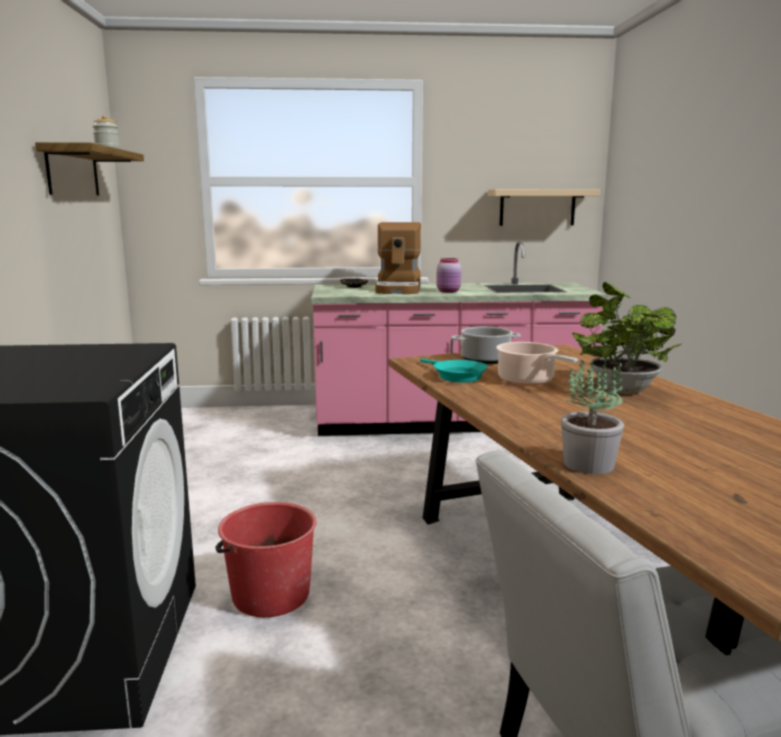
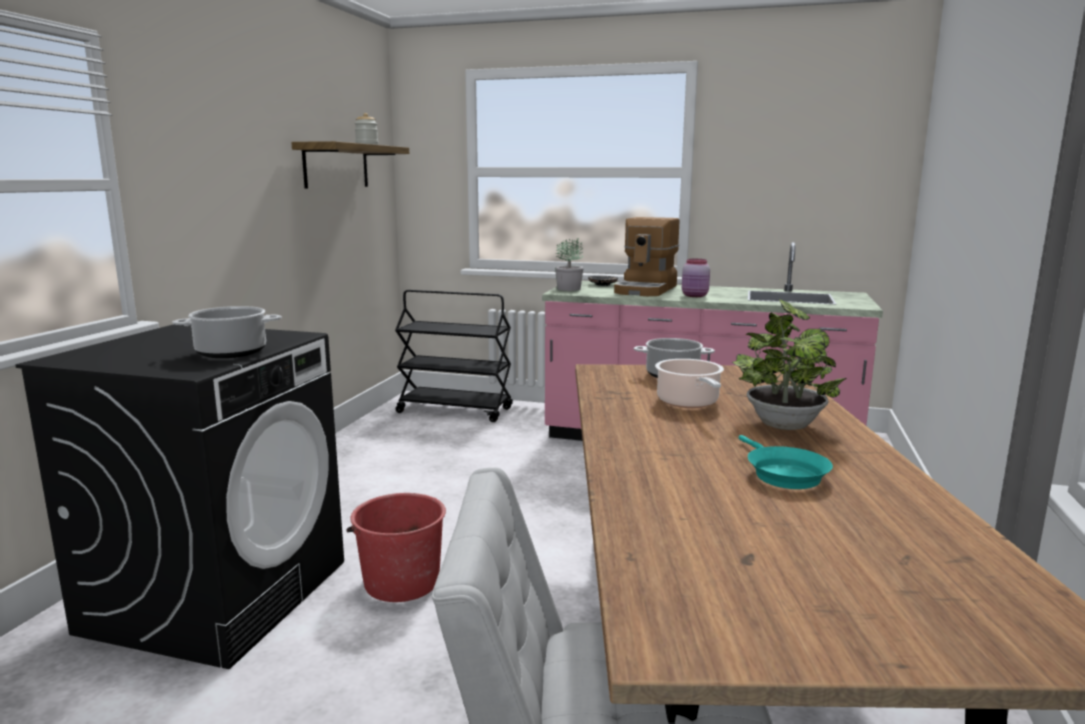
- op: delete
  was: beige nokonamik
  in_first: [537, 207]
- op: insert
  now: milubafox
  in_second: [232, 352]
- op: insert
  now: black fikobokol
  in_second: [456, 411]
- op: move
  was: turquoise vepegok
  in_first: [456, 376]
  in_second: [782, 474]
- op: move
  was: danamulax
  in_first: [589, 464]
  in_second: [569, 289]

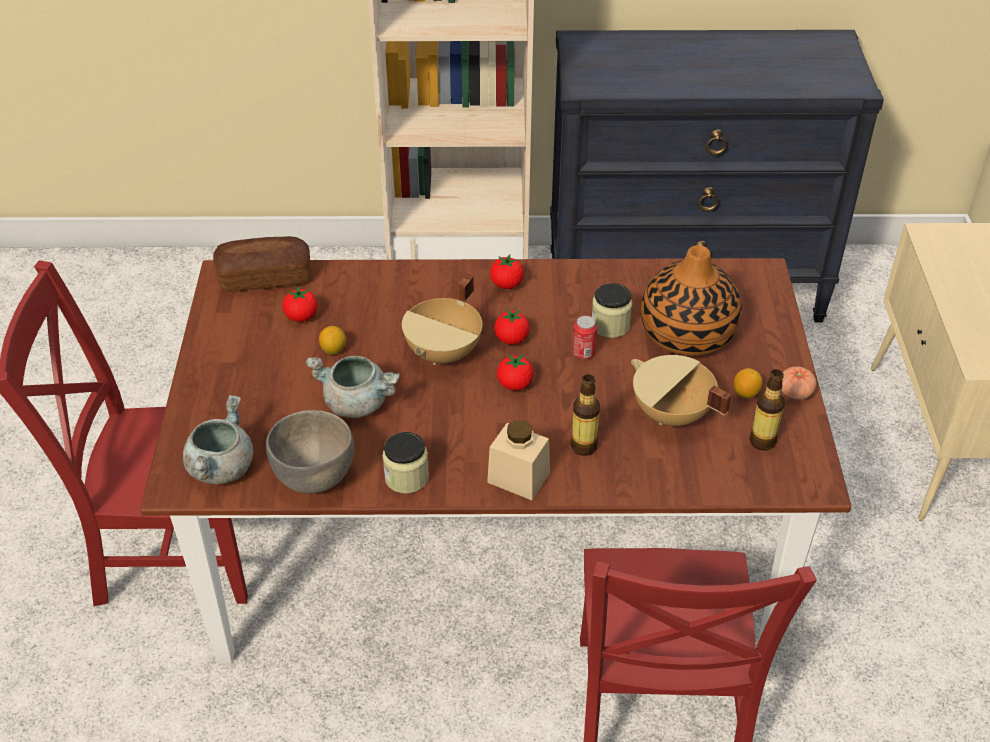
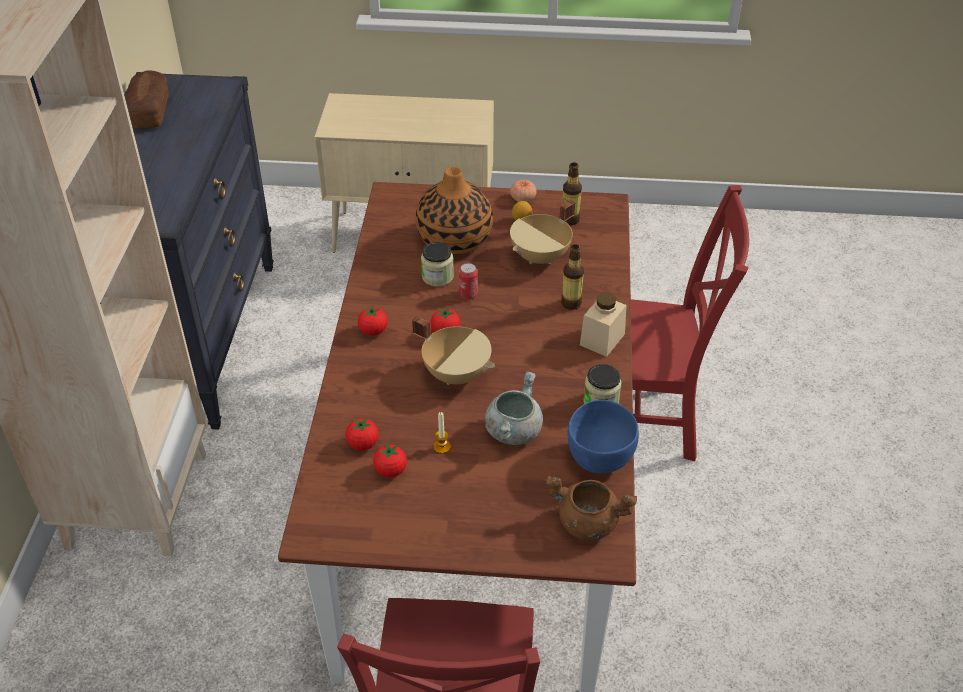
- op: move
  was: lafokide
  in_first: [265, 278]
  in_second: [150, 111]
- op: move
  was: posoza
  in_first: [515, 385]
  in_second: [363, 444]
- op: replace
  was: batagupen
  now: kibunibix
  in_first: [333, 350]
  in_second: [442, 447]
- op: recolor
  was: grey milubafox
  now: brown milubafox
  in_first: [221, 468]
  in_second: [587, 523]
- op: recolor
  was: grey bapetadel
  now: blue bapetadel
  in_first: [315, 478]
  in_second: [600, 458]

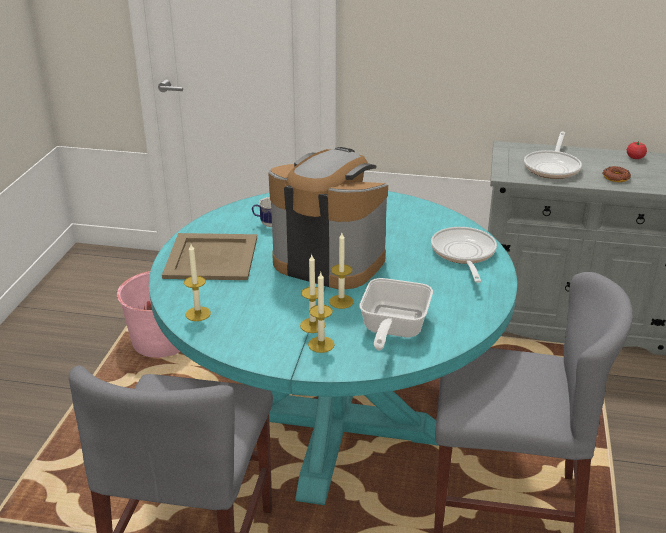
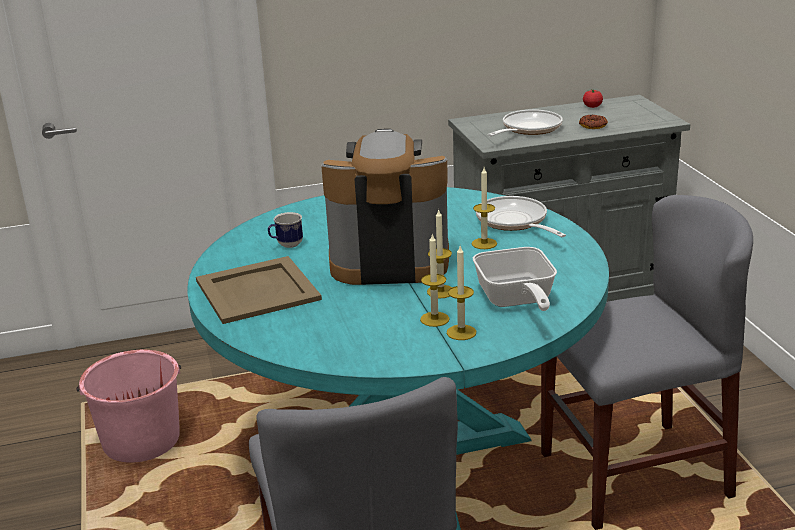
- op: move
  was: kibunibix
  in_first: [198, 314]
  in_second: [484, 243]
- op: rotate
  was: vepegok
  in_first: [552, 167]
  in_second: [528, 129]
  clockwise: -135

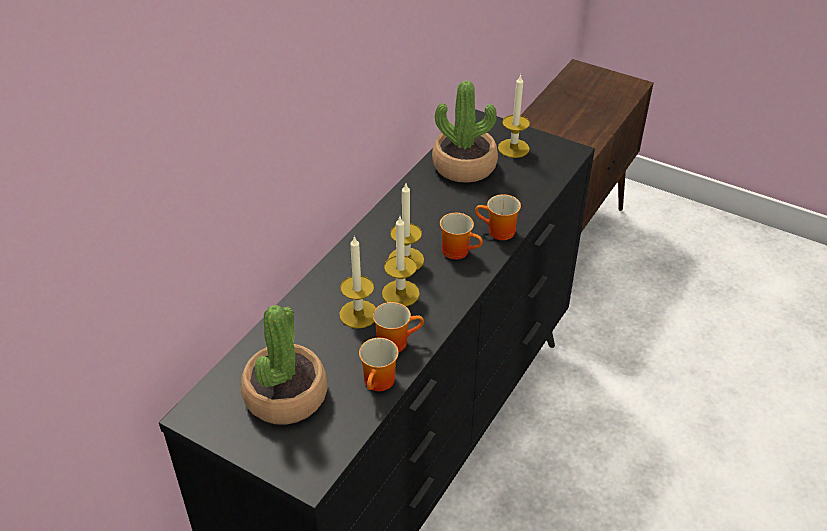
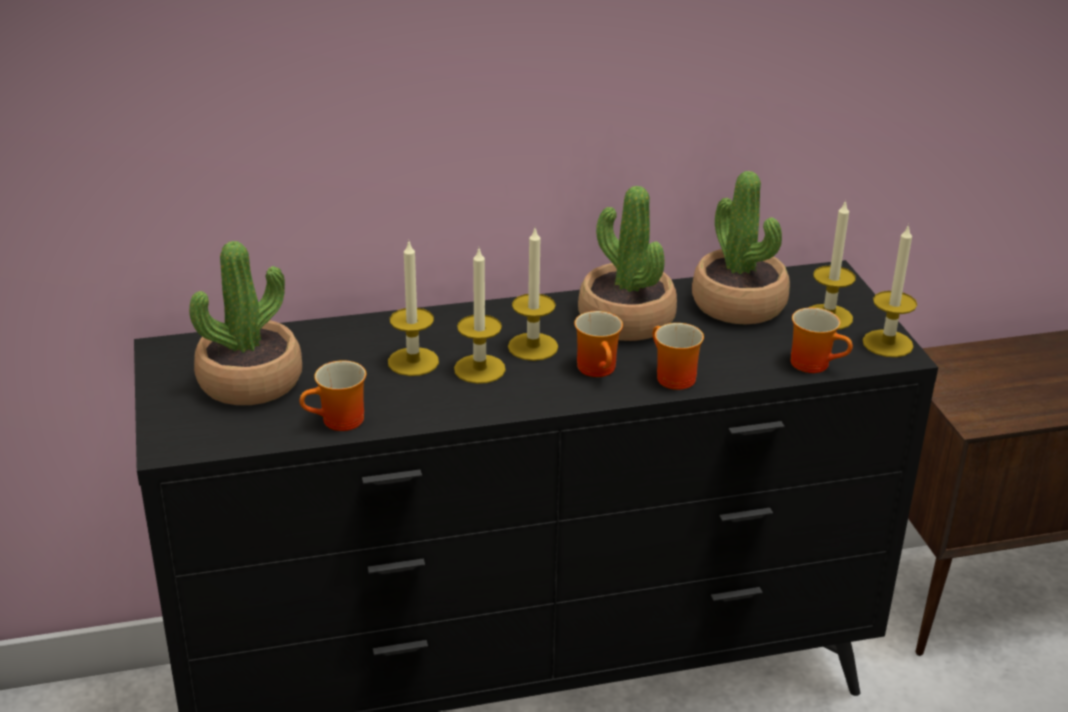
- op: insert
  now: danamulax
  in_second: [626, 320]
- op: insert
  now: kibunibix
  in_second: [887, 343]
- op: move
  was: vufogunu
  in_first: [395, 340]
  in_second: [815, 363]

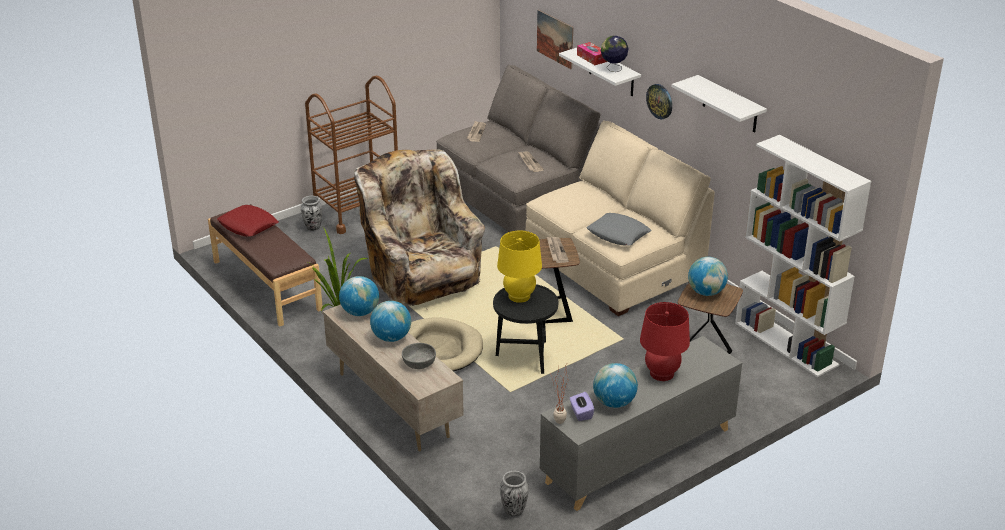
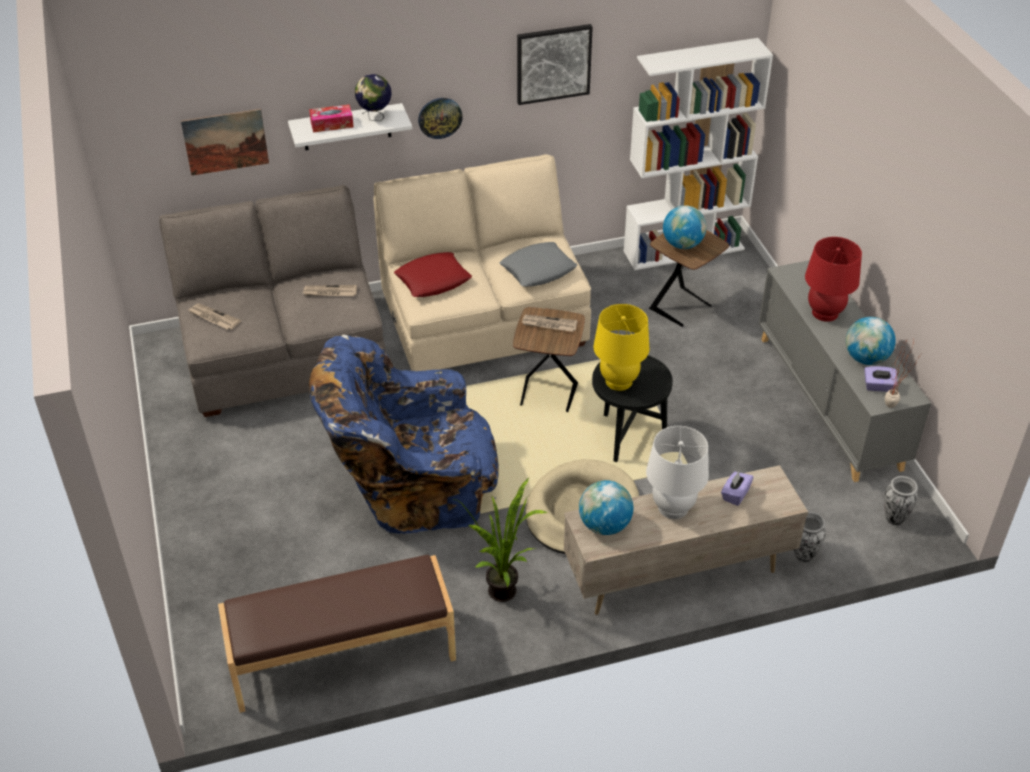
- op: delete
  was: brown fikobokol
  in_first: [357, 211]
- op: move
  was: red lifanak
  in_first: [248, 225]
  in_second: [433, 280]
- op: move
  was: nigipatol
  in_first: [313, 228]
  in_second: [804, 554]
- op: replace
  was: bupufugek
  now: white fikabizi
  in_first: [391, 337]
  in_second: [673, 508]
- op: replace
  was: grey bapetadel
  now: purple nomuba
  in_first: [419, 363]
  in_second: [735, 494]
- op: replace
  was: white nokonamik
  now: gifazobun
  in_first: [730, 105]
  in_second: [553, 63]
- op: recolor
  was: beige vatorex
  now: blue vatorex
  in_first: [422, 276]
  in_second: [411, 486]

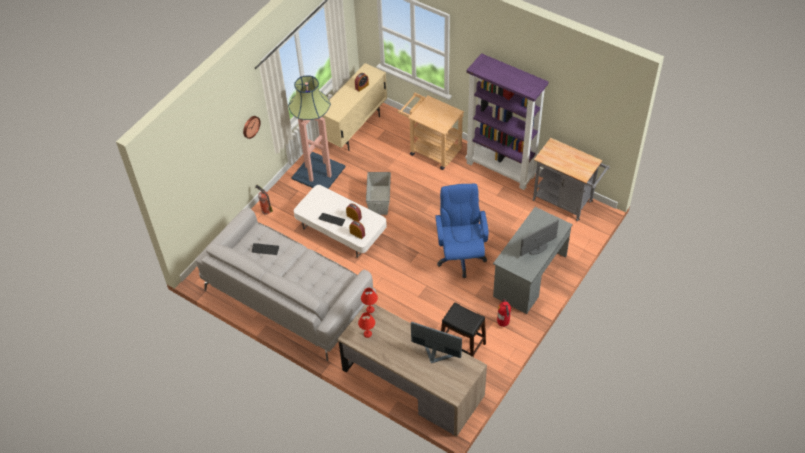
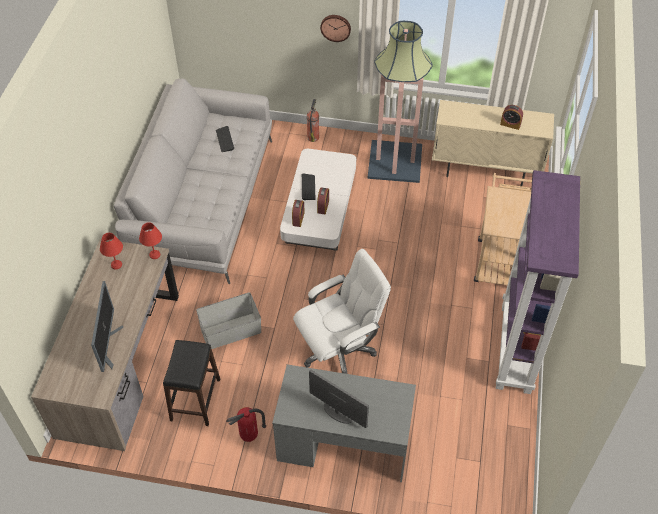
- op: delete
  was: grey fikobokol
  in_first: [566, 202]
- op: move
  was: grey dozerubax
  in_first: [379, 200]
  in_second: [230, 331]
- op: recolor
  was: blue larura
  now: white larura
  in_first: [460, 256]
  in_second: [339, 350]

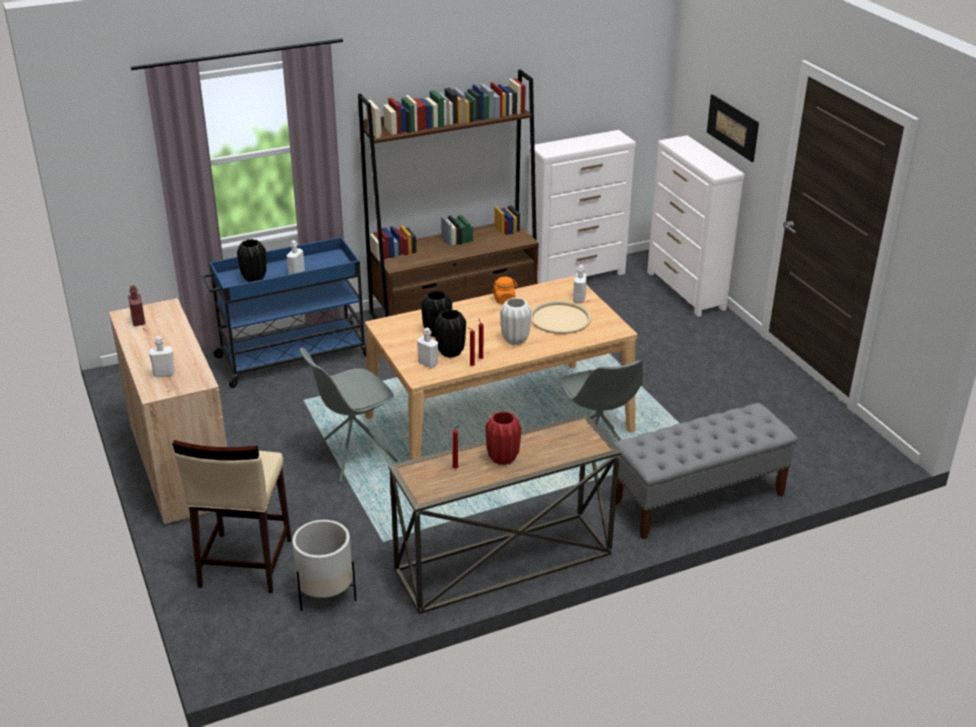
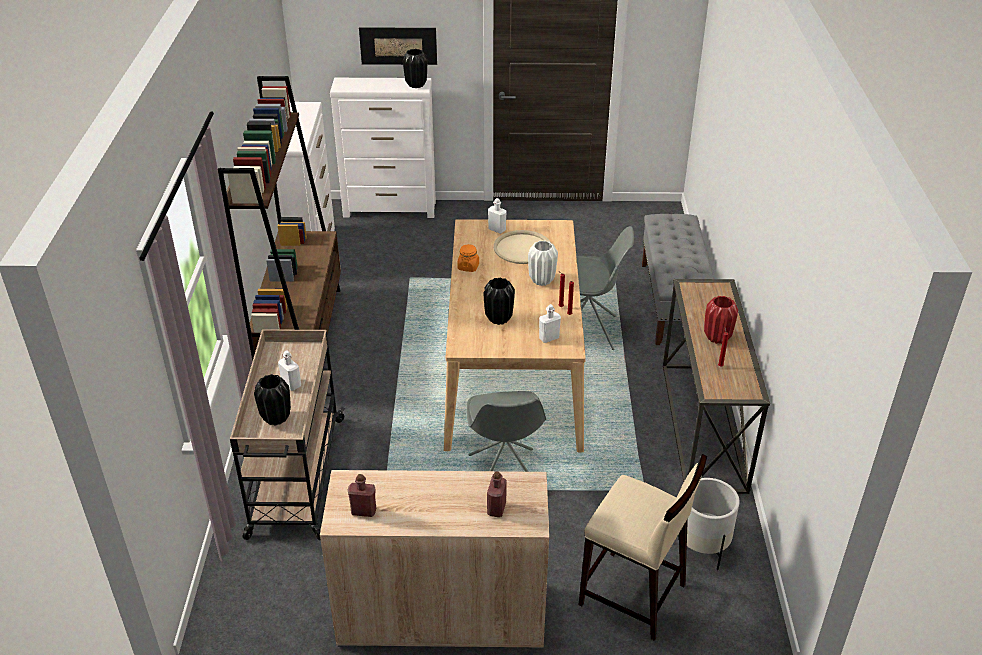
- op: move
  was: black nigipatol
  in_first: [451, 352]
  in_second: [416, 85]
- op: recolor
  was: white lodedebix
  now: red lodedebix
  in_first: [164, 373]
  in_second: [496, 509]
- op: recolor
  was: blue fikobokol
  now: beige fikobokol
  in_first: [291, 357]
  in_second: [296, 477]

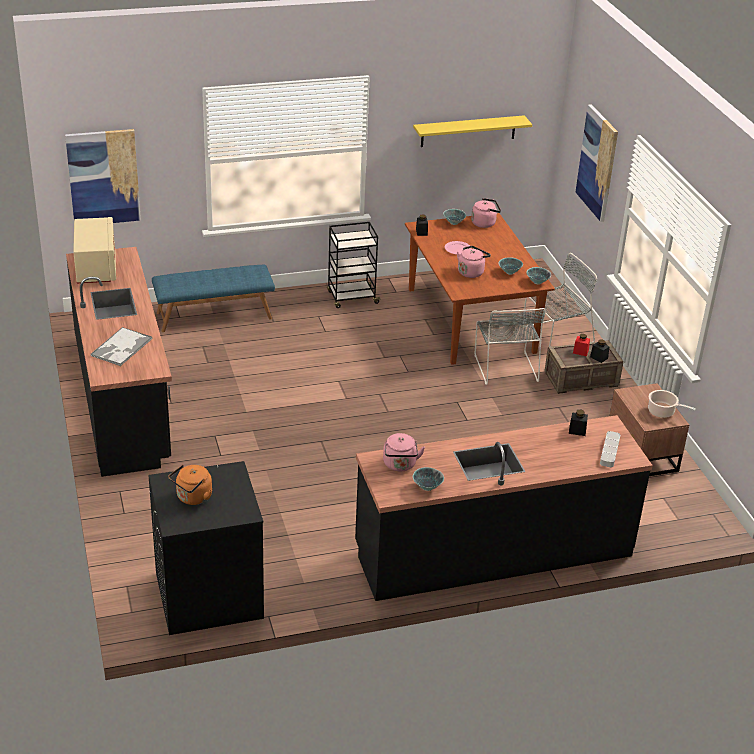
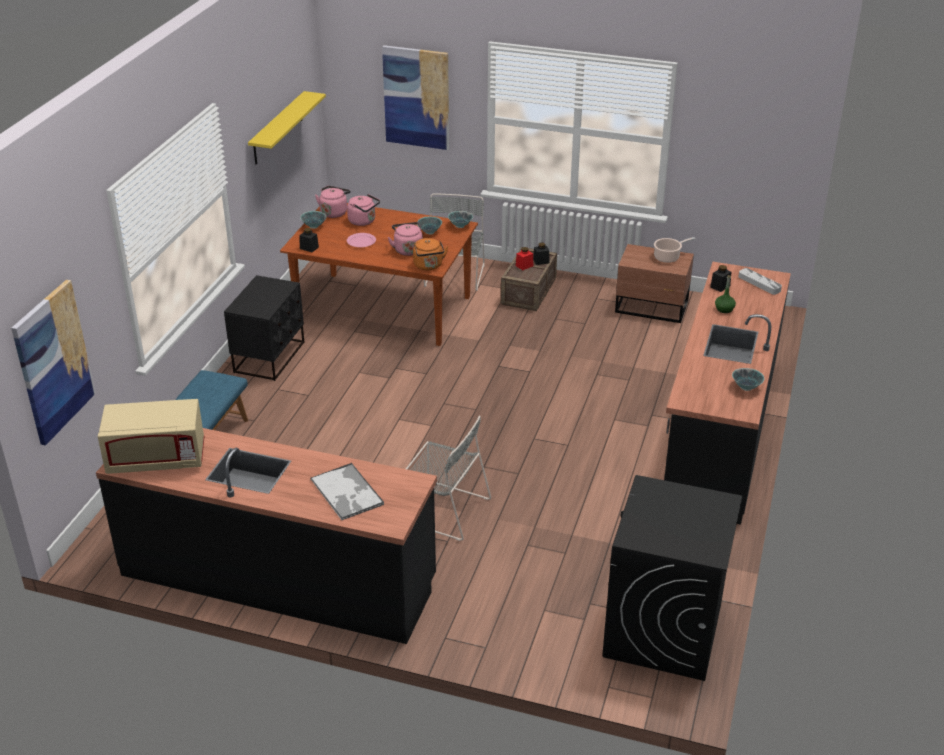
- op: insert
  now: green lodedebix
  in_second: [724, 309]
- op: move
  was: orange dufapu
  in_first: [193, 498]
  in_second: [429, 266]
- op: move
  was: pink dufapu
  in_first: [400, 465]
  in_second: [363, 221]
- op: move
  was: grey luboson
  in_first: [505, 367]
  in_second: [442, 509]
- op: replace
  was: black fikobokol
  now: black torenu
  in_first: [352, 298]
  in_second: [270, 357]
- op: rotate
  was: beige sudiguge
  in_first: [96, 268]
  in_second: [157, 459]
  clockwise: 150

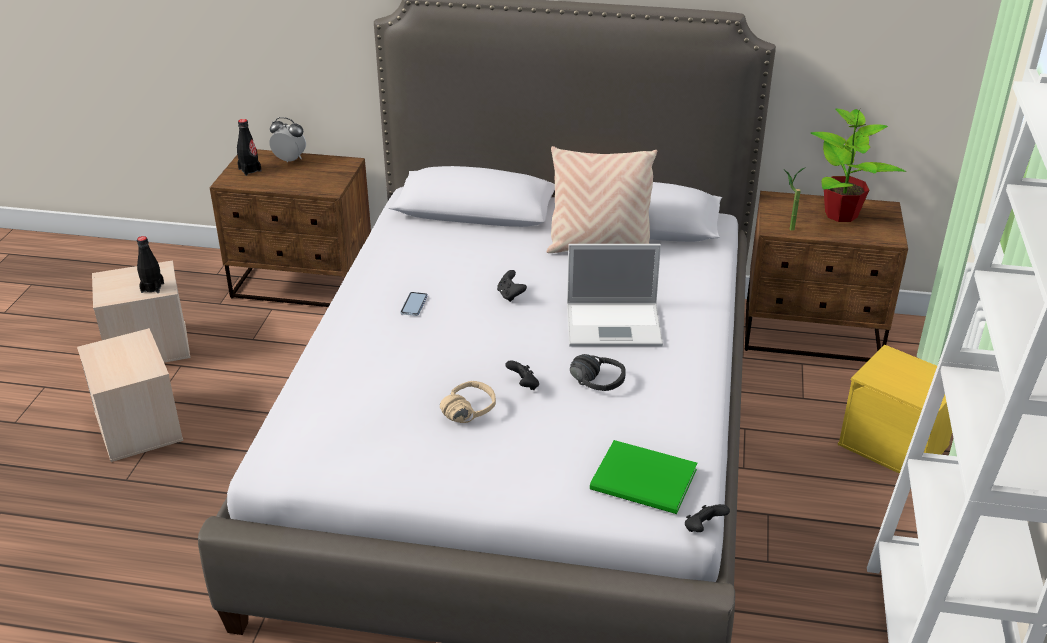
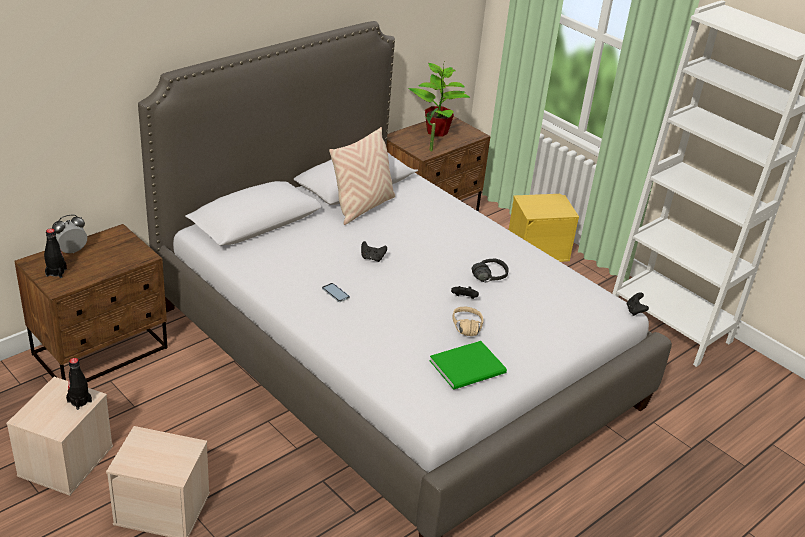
- op: delete
  was: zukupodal
  in_first: [615, 325]
- op: move
  was: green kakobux
  in_first: [645, 482]
  in_second: [470, 367]

